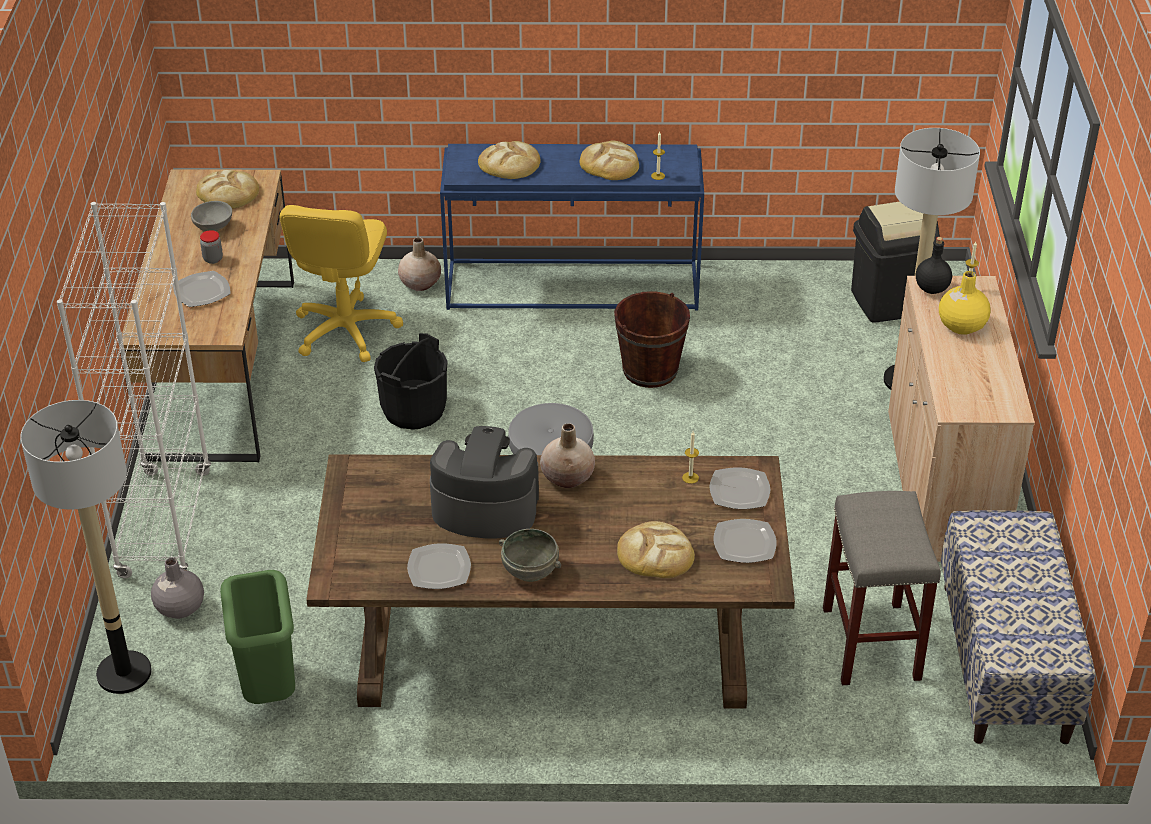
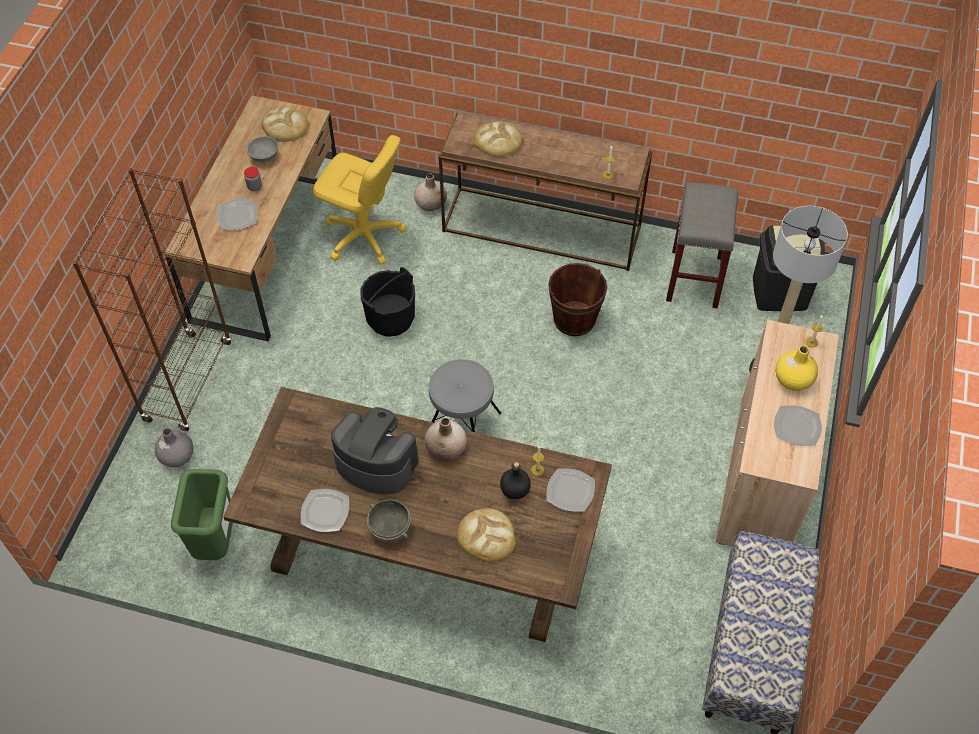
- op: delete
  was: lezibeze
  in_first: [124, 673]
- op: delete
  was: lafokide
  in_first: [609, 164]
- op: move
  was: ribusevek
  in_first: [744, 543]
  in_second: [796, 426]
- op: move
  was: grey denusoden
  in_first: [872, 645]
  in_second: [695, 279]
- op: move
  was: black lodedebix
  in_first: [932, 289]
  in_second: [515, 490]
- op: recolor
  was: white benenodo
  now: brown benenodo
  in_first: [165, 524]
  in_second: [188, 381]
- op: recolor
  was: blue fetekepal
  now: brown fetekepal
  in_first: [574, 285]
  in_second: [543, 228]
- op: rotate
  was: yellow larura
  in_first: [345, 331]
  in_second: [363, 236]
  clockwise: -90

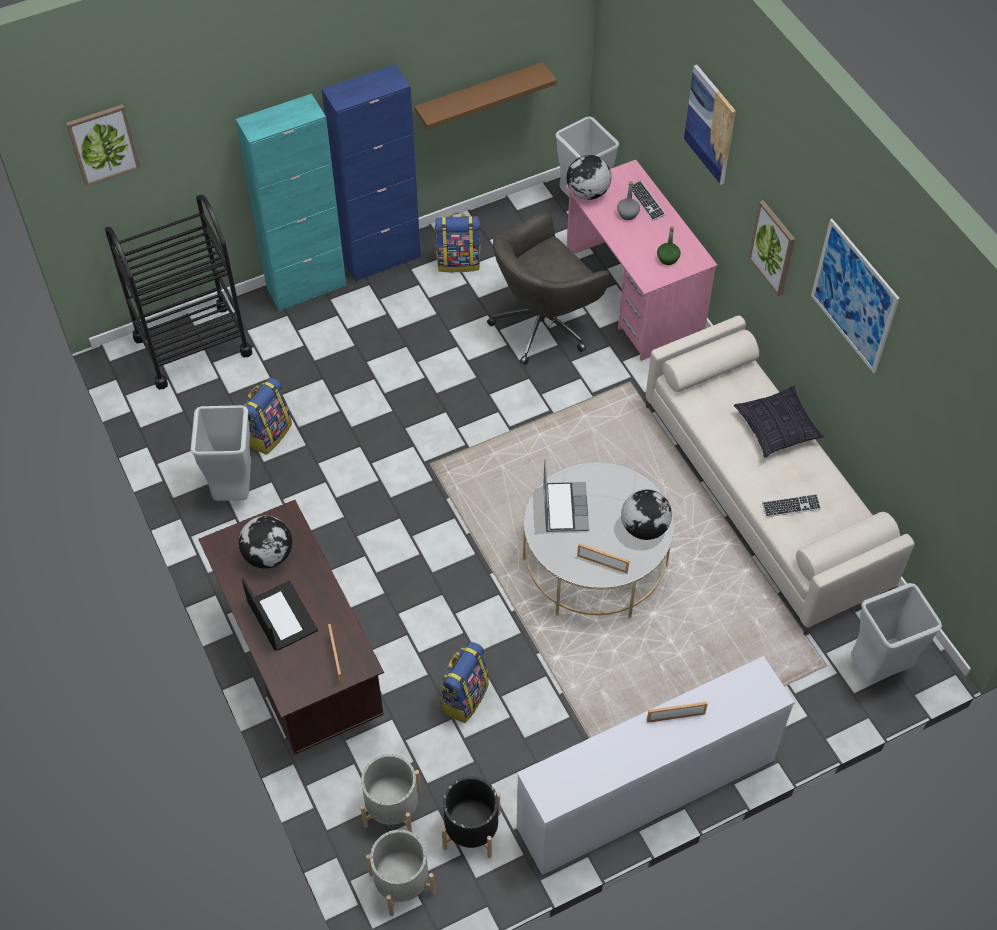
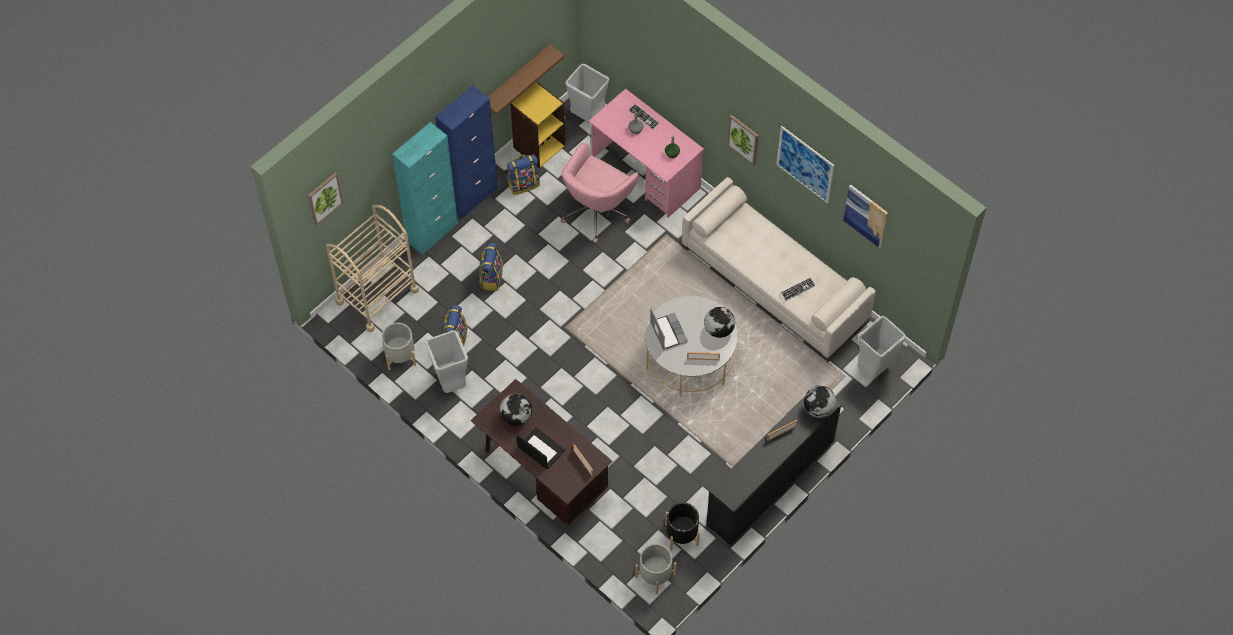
- op: delete
  was: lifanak
  in_first: [777, 428]
- op: insert
  now: yellow benenodo
  in_second: [538, 146]
- op: move
  was: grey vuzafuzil
  in_first: [392, 808]
  in_second: [400, 356]
- op: move
  was: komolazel
  in_first: [464, 697]
  in_second: [491, 277]
- op: move
  was: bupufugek
  in_first: [587, 193]
  in_second: [818, 409]
- op: move
  was: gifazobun
  in_first: [710, 124]
  in_second: [866, 215]
- op: recolor
  was: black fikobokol
  now: beige fikobokol
  in_first: [192, 345]
  in_second: [377, 296]
- op: recolor
  was: grey larura
  now: pink larura
  in_first: [544, 324]
  in_second: [597, 211]
- op: recolor
  was: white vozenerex
  now: black vozenerex
  in_first: [645, 794]
  in_second: [770, 482]

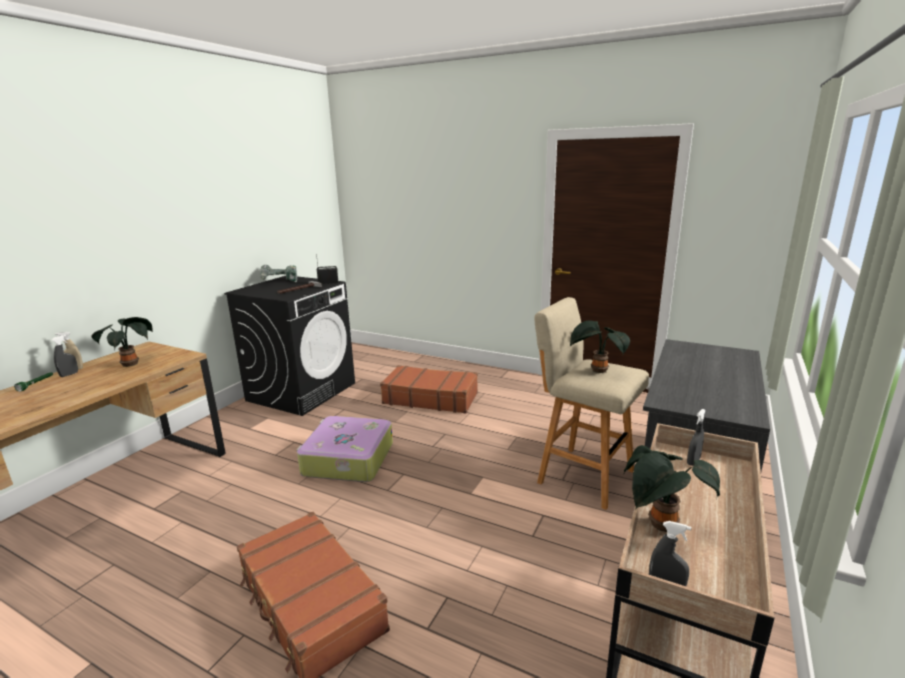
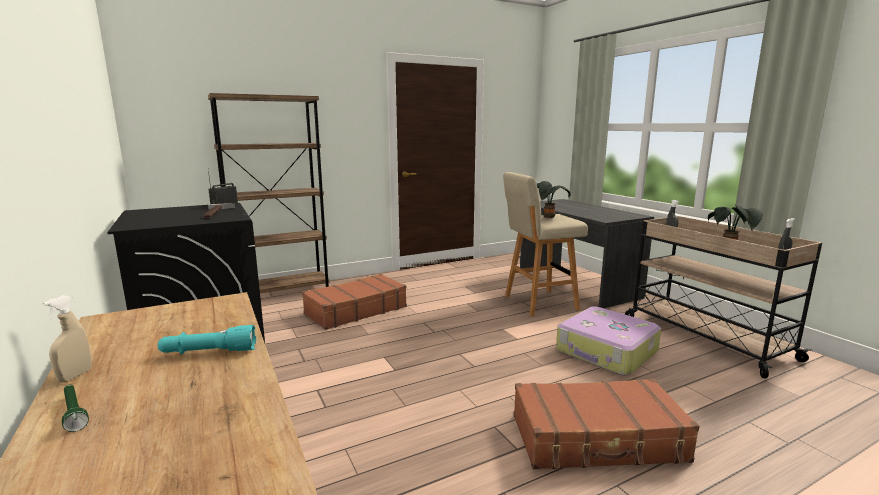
- op: delete
  was: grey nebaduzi
  in_first: [69, 374]
- op: delete
  was: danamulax
  in_first: [132, 364]
- op: delete
  was: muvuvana
  in_first: [279, 282]
- op: insert
  now: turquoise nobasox
  in_second: [209, 352]
- op: insert
  now: brown benenodo
  in_second: [281, 294]
- op: move
  was: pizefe
  in_first: [347, 459]
  in_second: [606, 352]

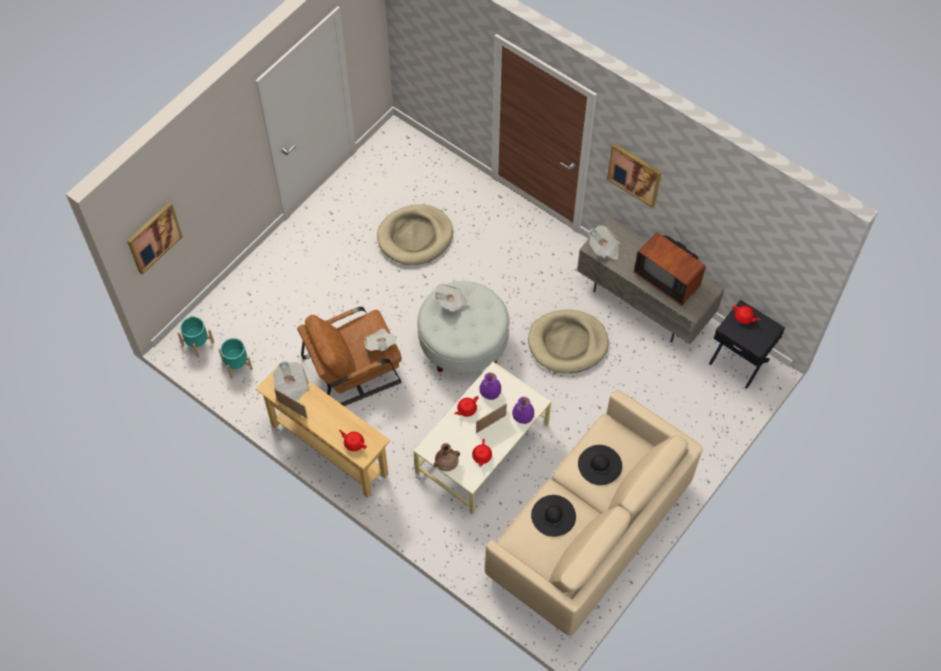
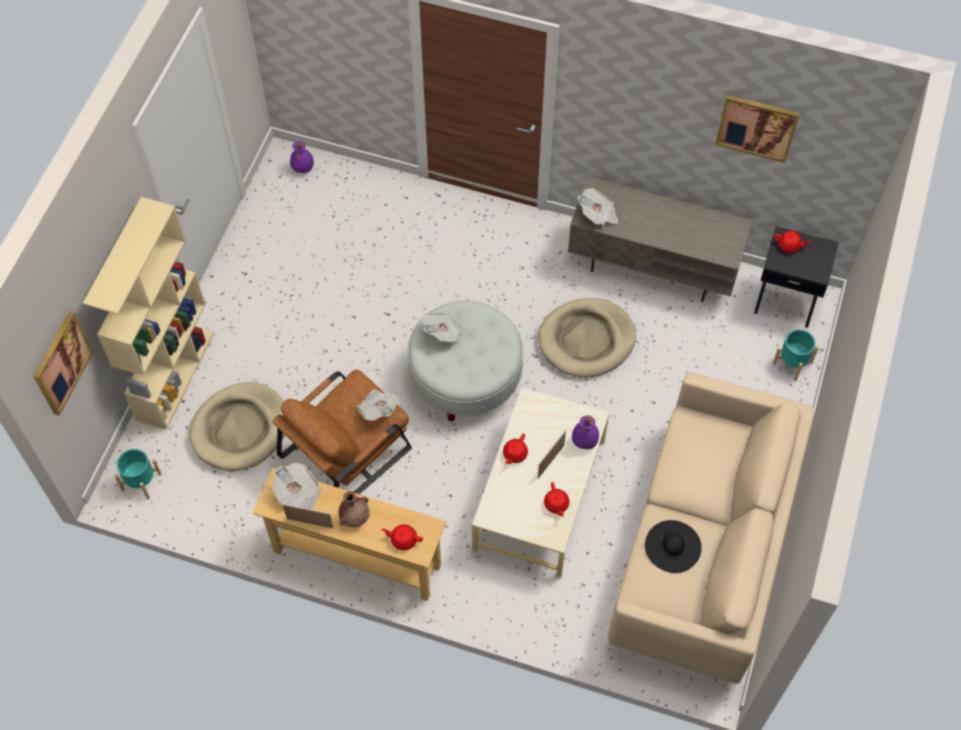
- op: delete
  was: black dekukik
  in_first: [600, 465]
- op: delete
  was: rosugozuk
  in_first: [668, 278]
- op: insert
  now: beige benenodo
  in_second: [175, 375]
- op: move
  was: turquoise vuzafuzil
  in_first: [237, 365]
  in_second: [792, 363]
- op: move
  was: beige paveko
  in_first: [415, 237]
  in_second: [240, 429]
- op: move
  was: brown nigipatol
  in_first: [447, 464]
  in_second: [355, 517]
- op: move
  was: purple nigipatol
  in_first: [490, 392]
  in_second: [302, 168]
- op: move
  was: gifazobun
  in_first: [634, 174]
  in_second: [757, 127]

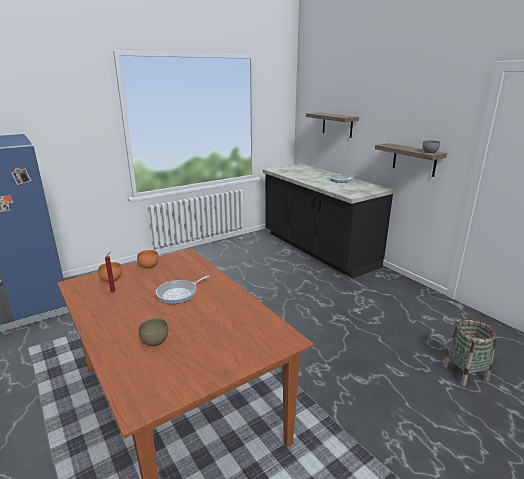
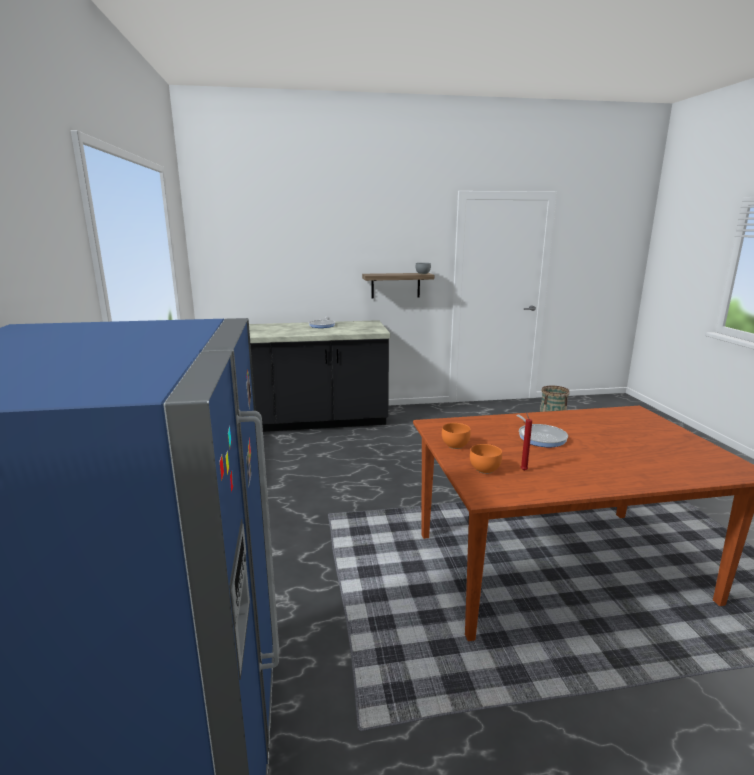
- op: delete
  was: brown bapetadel
  in_first: [156, 342]
- op: delete
  was: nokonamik
  in_first: [337, 125]

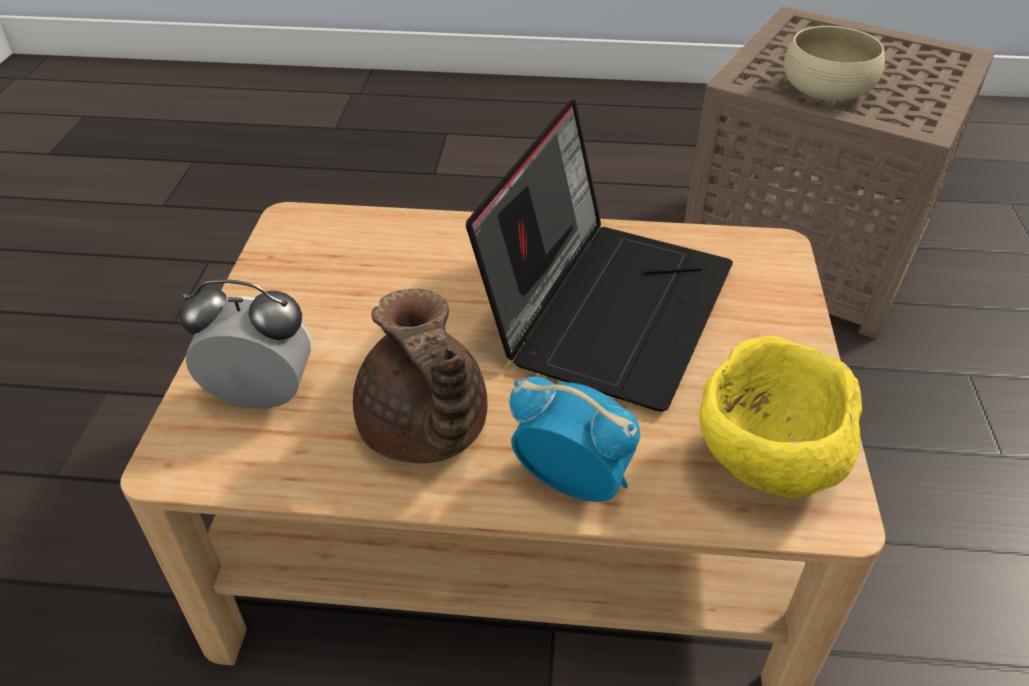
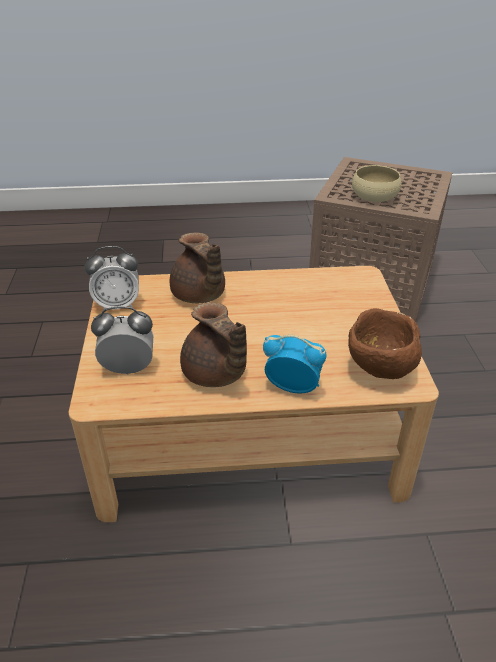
- op: delete
  was: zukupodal
  in_first: [607, 306]
- op: insert
  now: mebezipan
  in_second: [118, 305]
- op: insert
  now: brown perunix
  in_second: [199, 296]
- op: recolor
  was: yellow bapetadel
  now: brown bapetadel
  in_first: [765, 464]
  in_second: [380, 369]

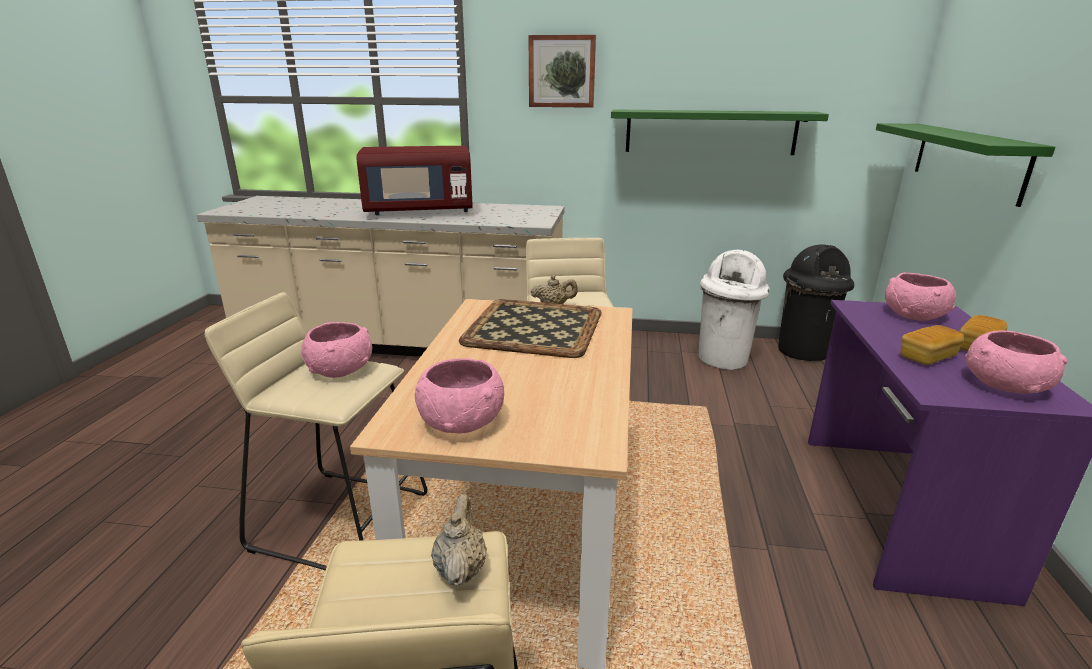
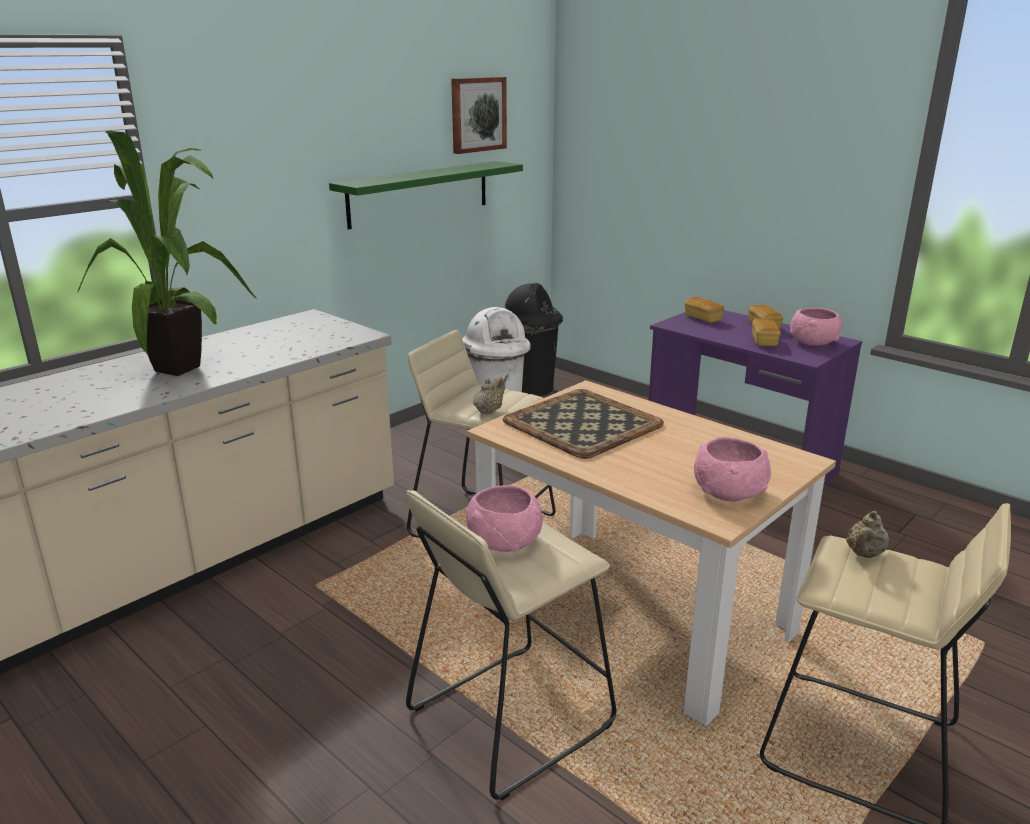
- op: delete
  was: green nokonamik
  in_first: [967, 160]
- op: move
  was: gifazobun
  in_first: [562, 71]
  in_second: [477, 114]
- op: replace
  was: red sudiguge
  now: danamulax
  in_first: [419, 211]
  in_second: [184, 366]
- op: replace
  was: pink bapetadel
  now: lafokide
  in_first: [914, 314]
  in_second: [703, 318]
- op: rotate
  was: beige perunix
  in_first: [460, 568]
  in_second: [864, 554]
  clockwise: -90

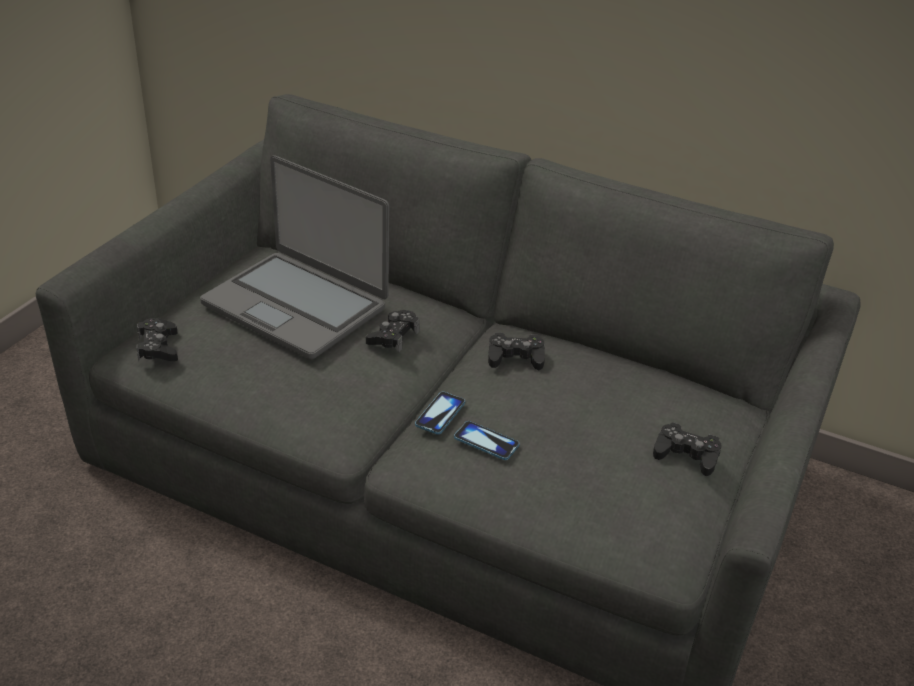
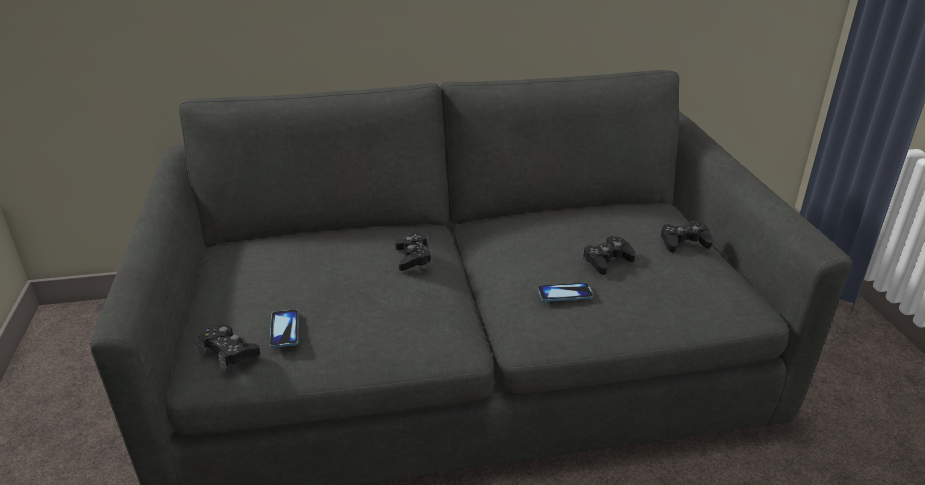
- op: delete
  was: zukupodal
  in_first: [296, 305]
- op: move
  was: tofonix
  in_first: [440, 414]
  in_second: [284, 329]
- op: move
  was: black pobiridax
  in_first: [515, 357]
  in_second: [607, 260]

